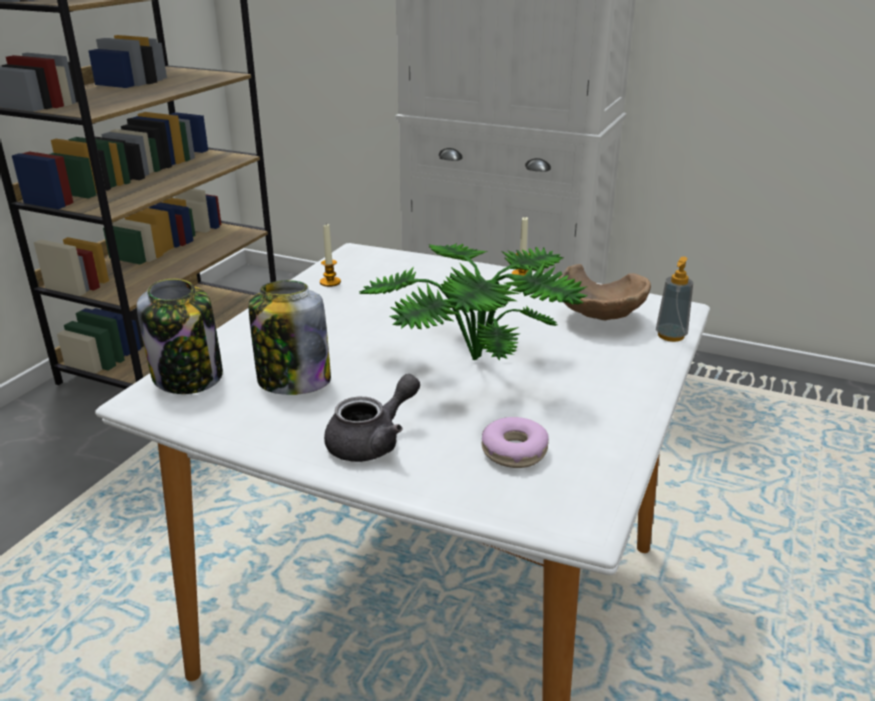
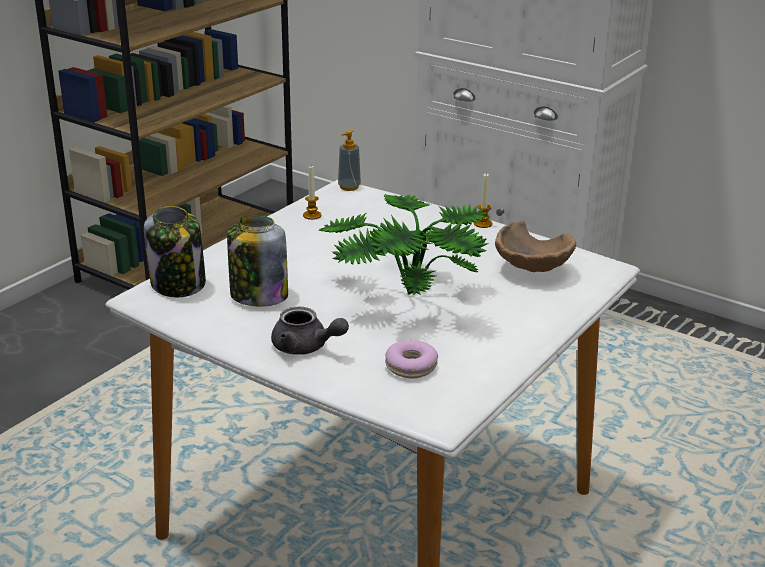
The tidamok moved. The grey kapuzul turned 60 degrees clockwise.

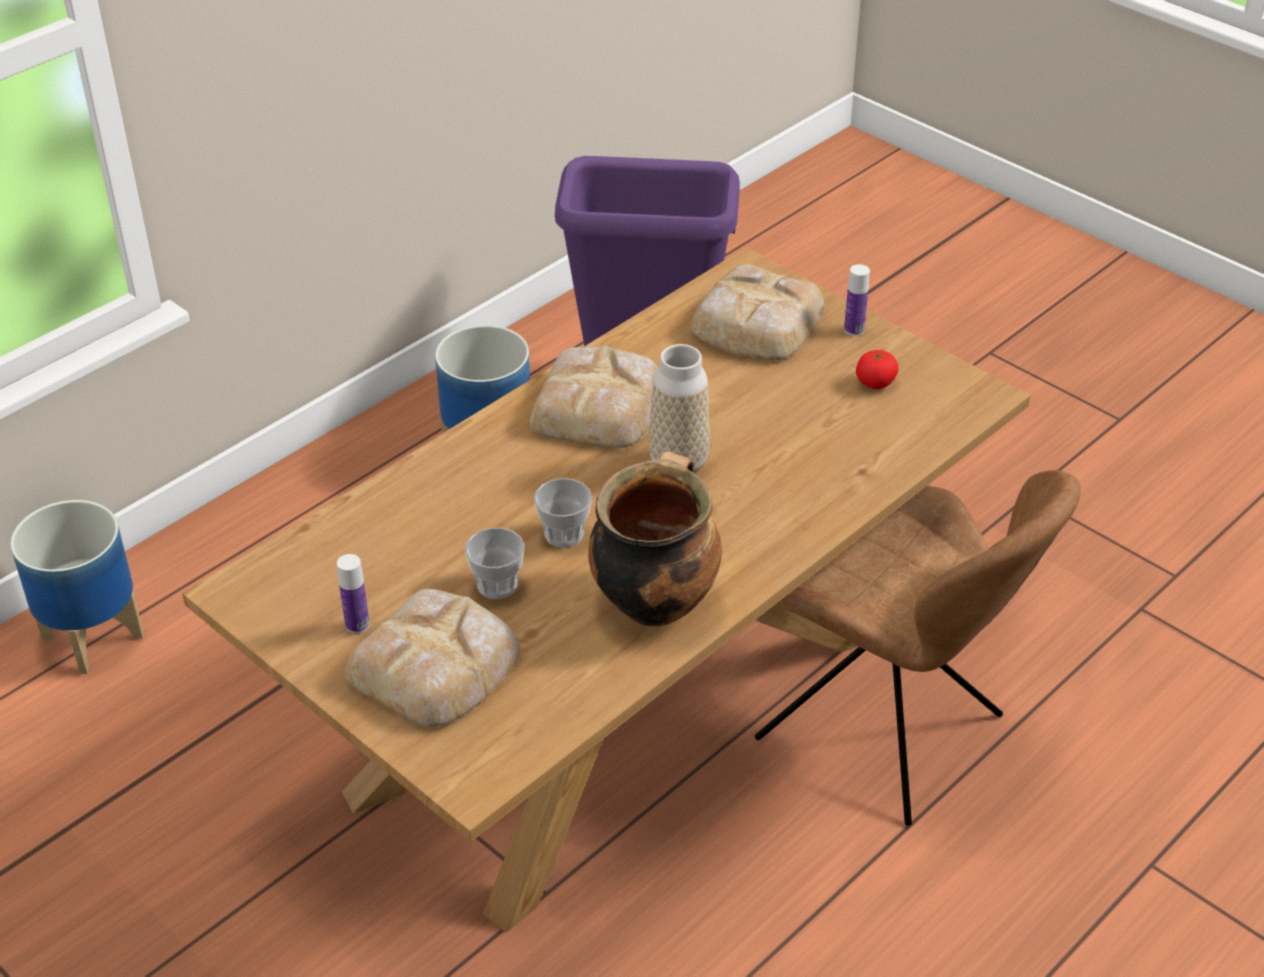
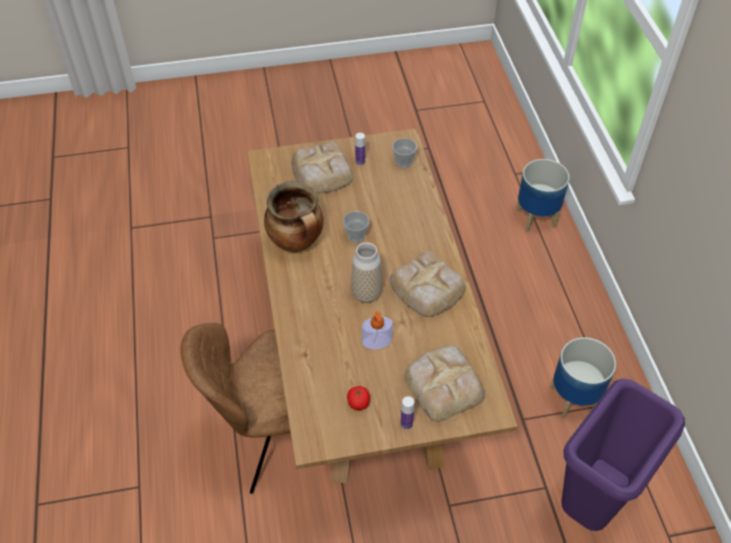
The tidamok appeared. The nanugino (1st from left in the first image) moved.

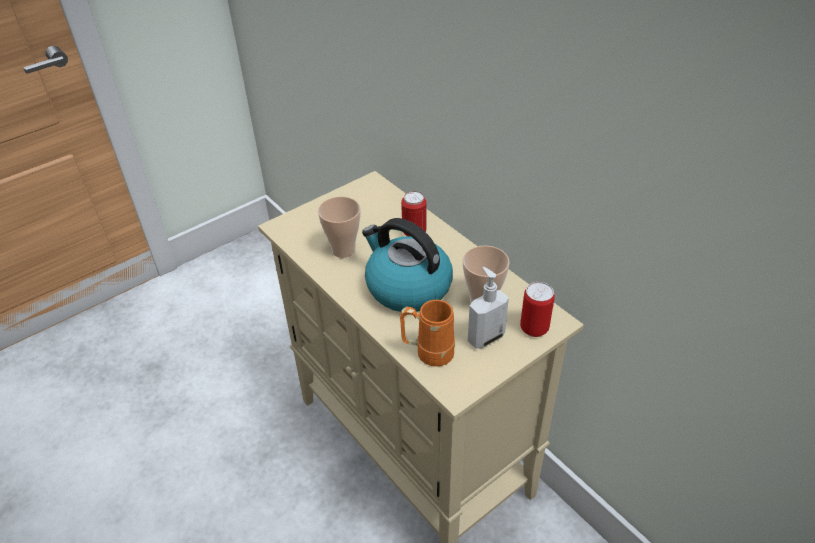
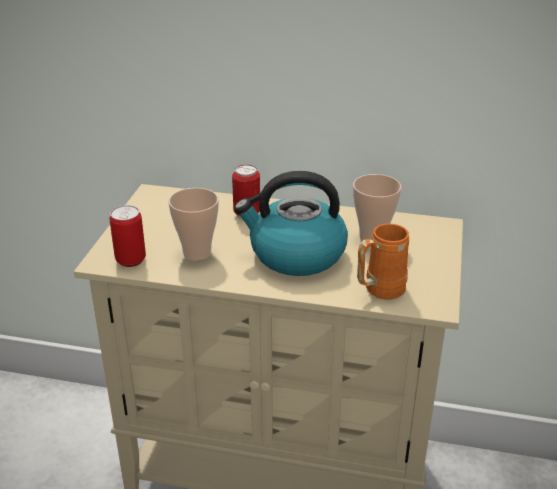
The tidamok disappeared. The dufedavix (2nd from left in the first image) moved.

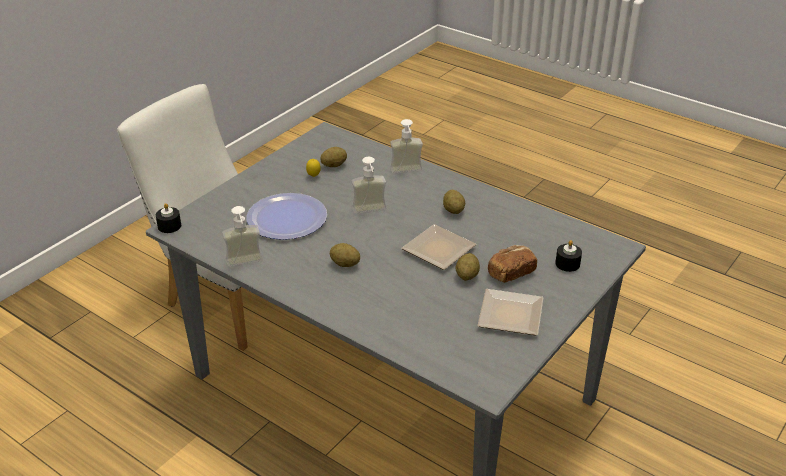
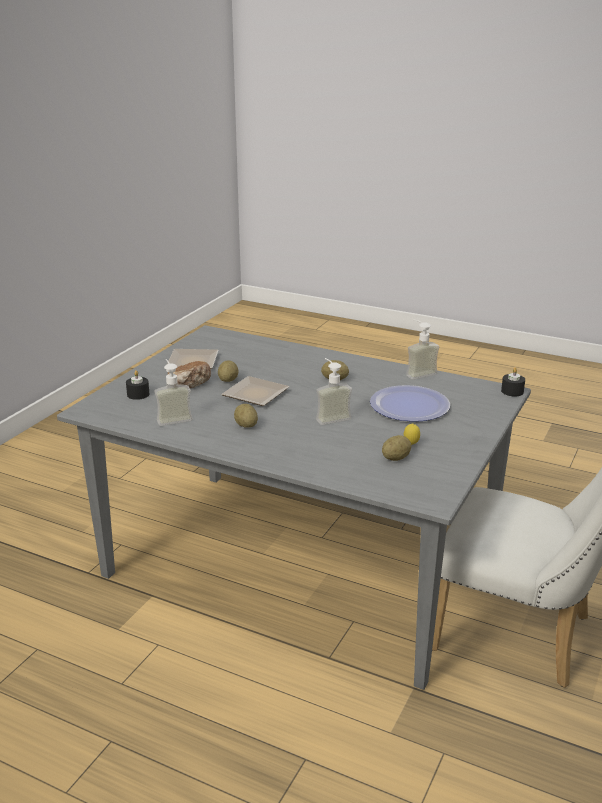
The tidamok (3rd from left in the first image) moved.

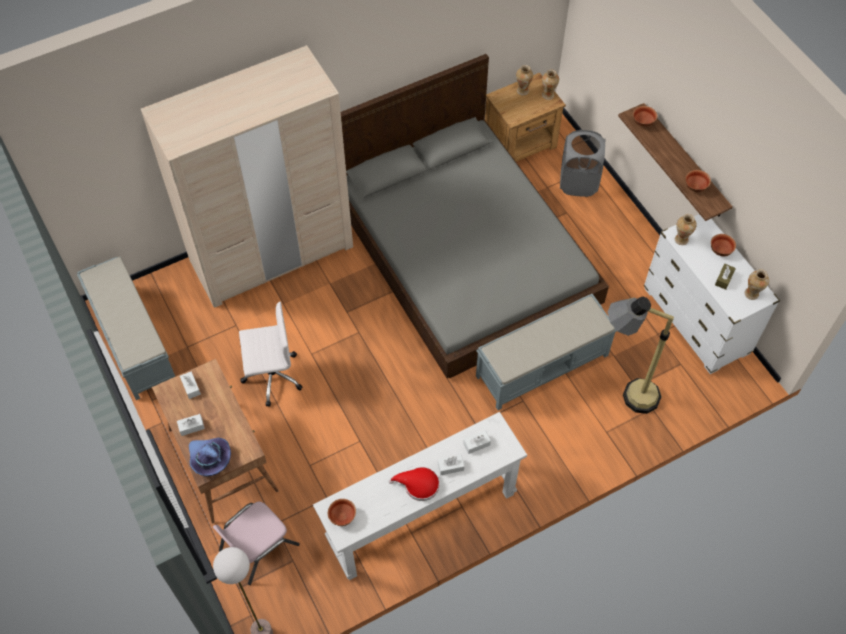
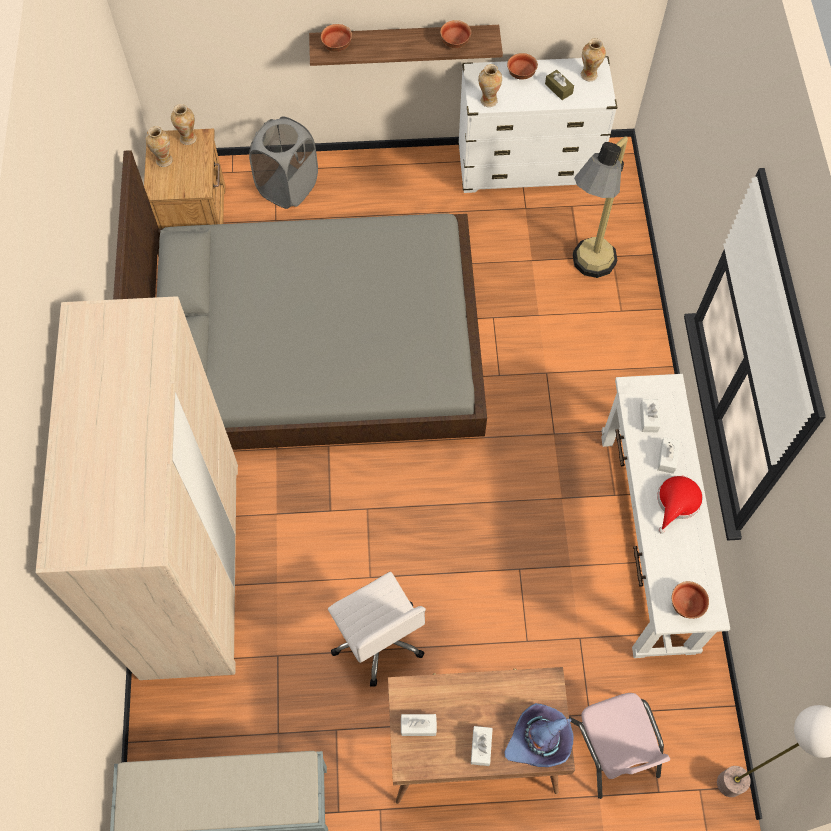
The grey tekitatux (2nd from left) disappeared. The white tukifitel turned 135 degrees clockwise.

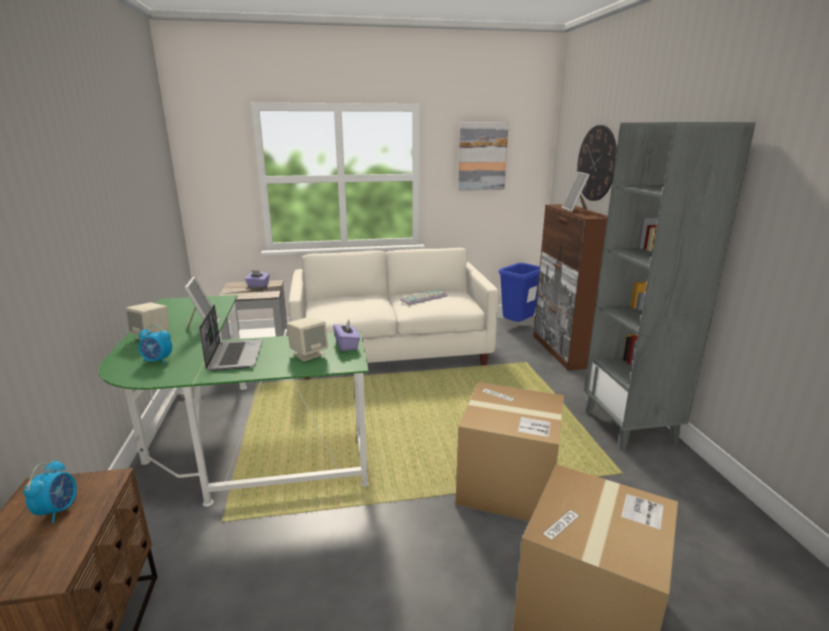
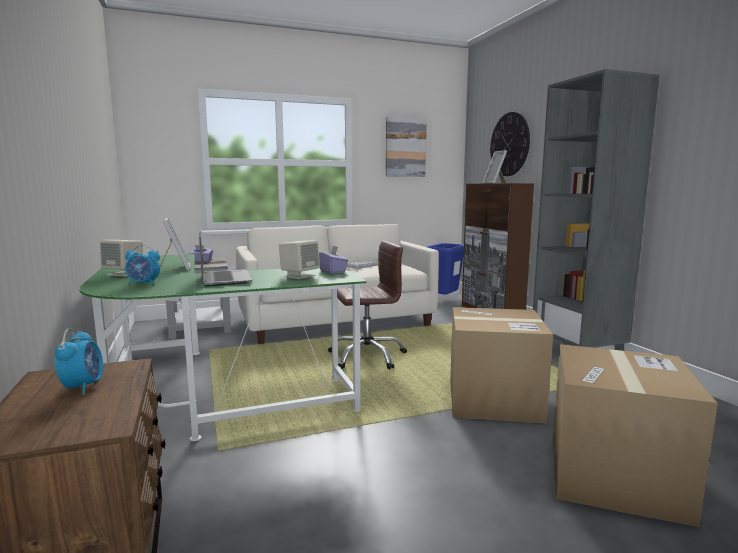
The brown tukifitel appeared.

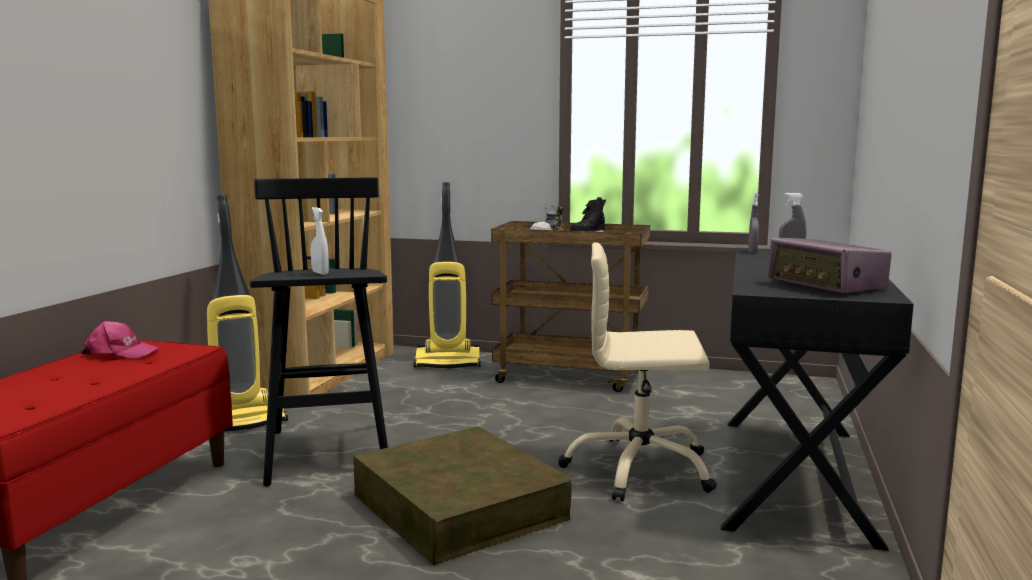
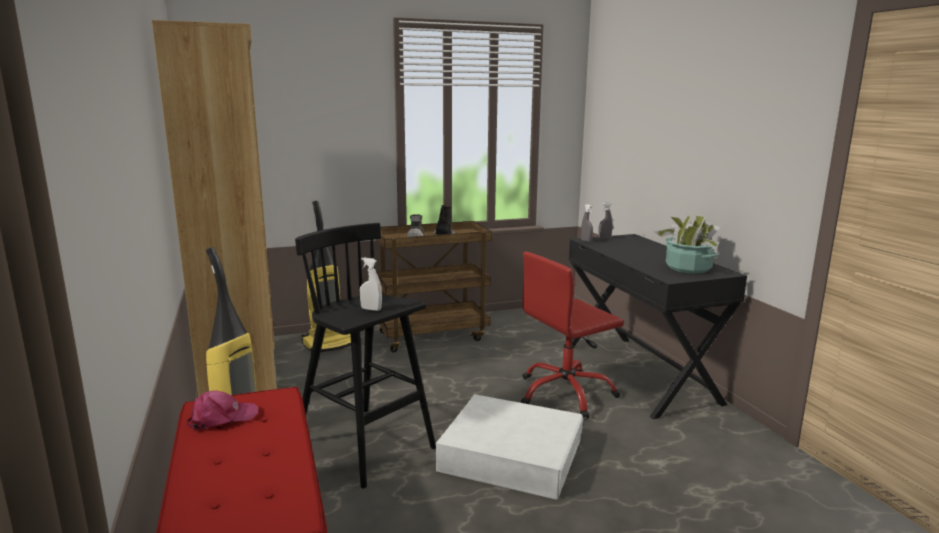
The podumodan was replaced by the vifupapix. The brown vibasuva became the white vibasuva. The beige tukifitel became the red tukifitel.

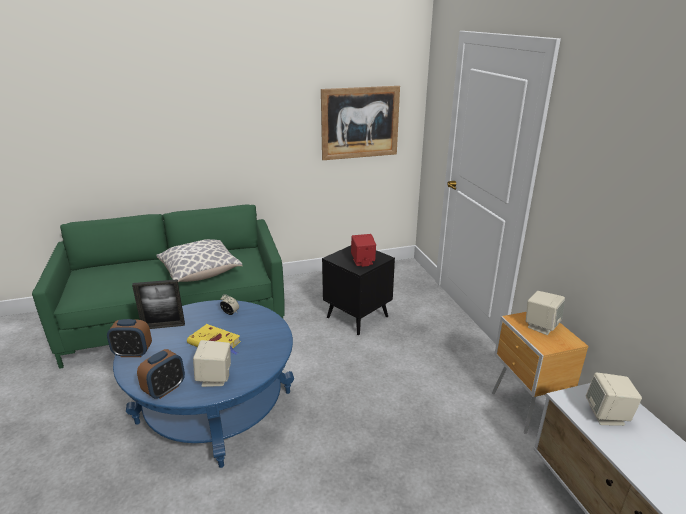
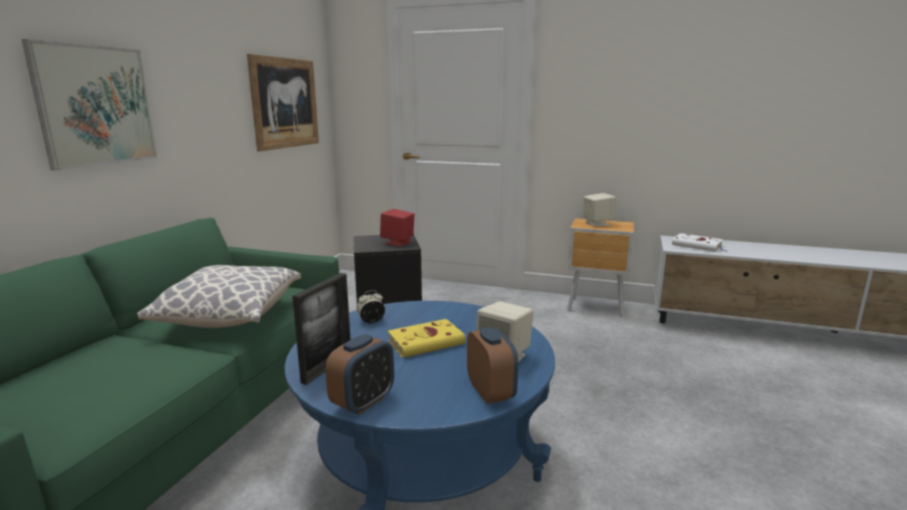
The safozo (1st from left) appeared. The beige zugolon (3rd from left) was replaced by the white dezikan.

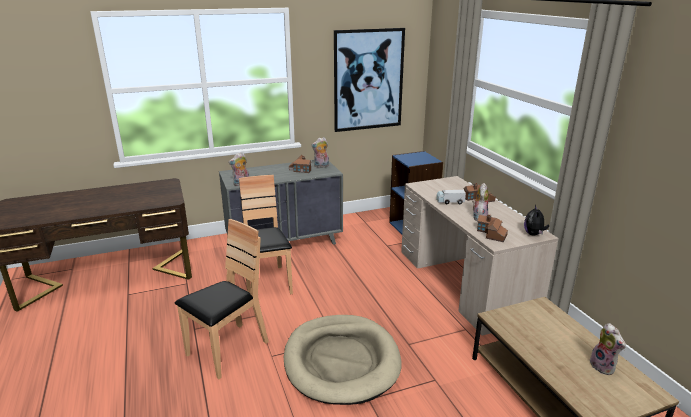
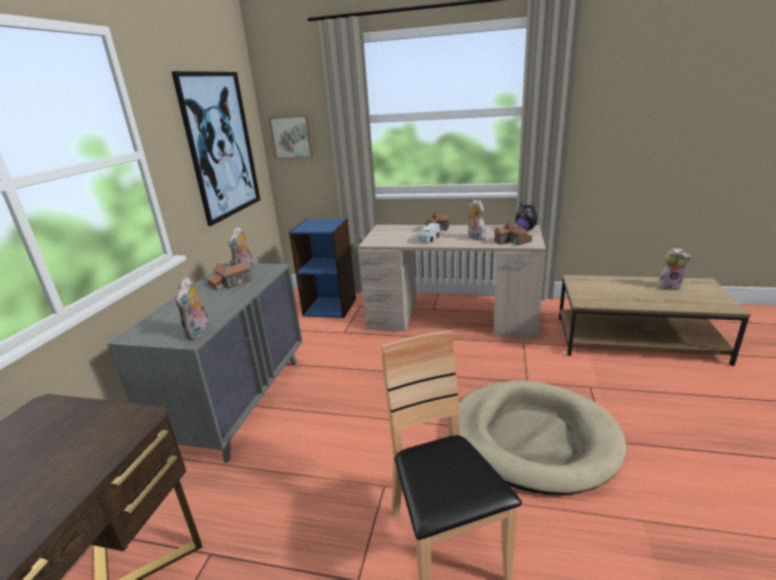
The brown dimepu (2nd from left) disappeared. The safozo (2nd from left) appeared.

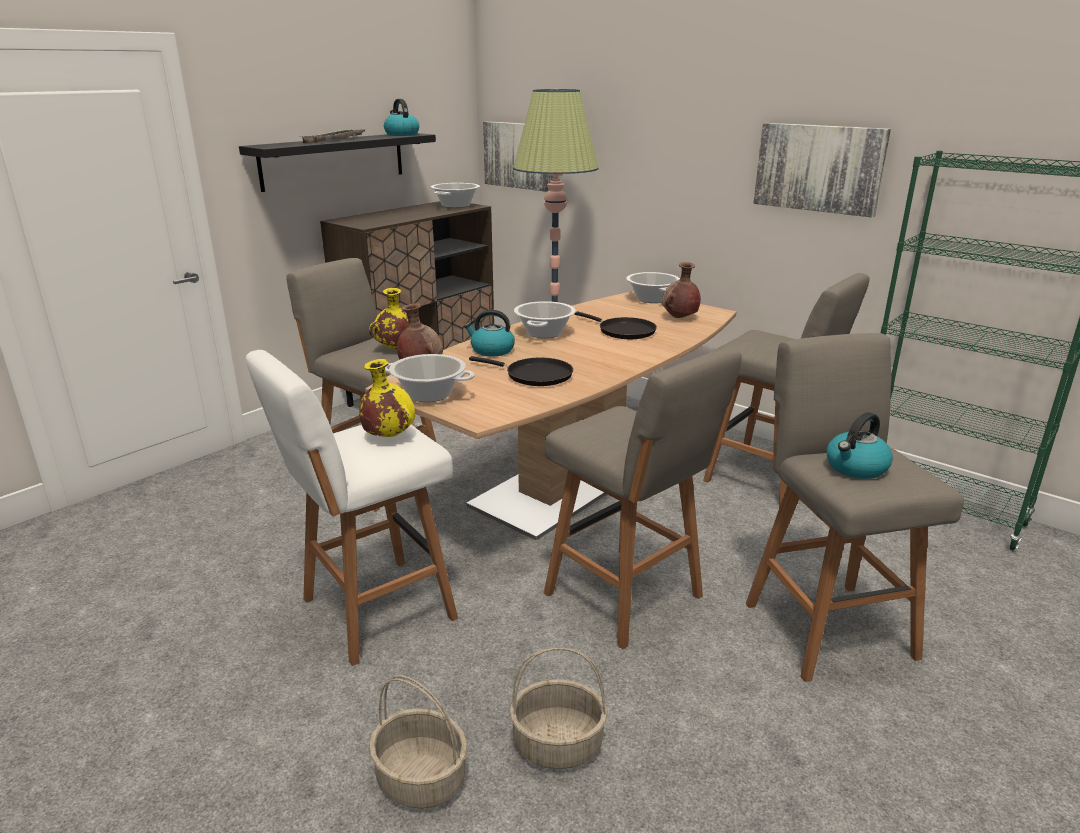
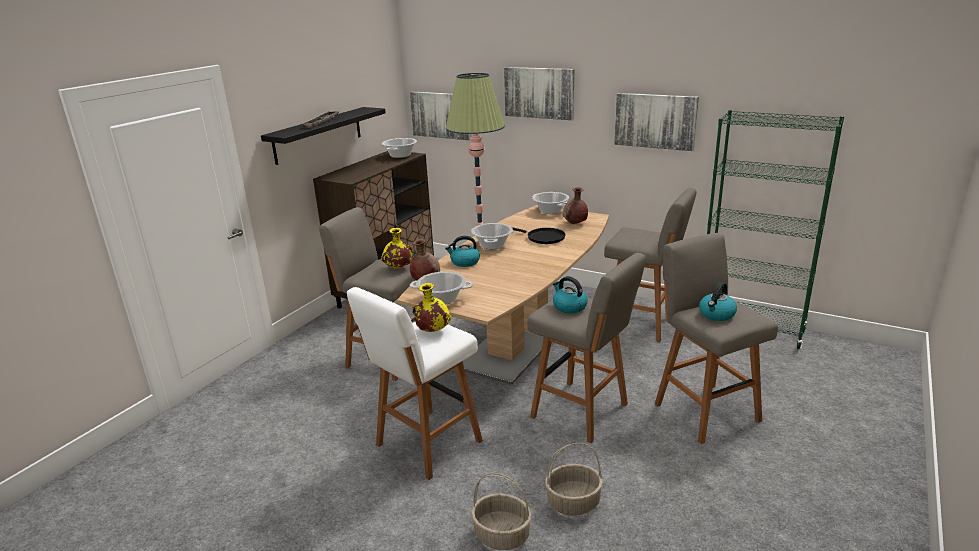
The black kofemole (1st from left) disappeared. The safozo (2nd from left) appeared. The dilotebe (1st from left in the first image) moved.

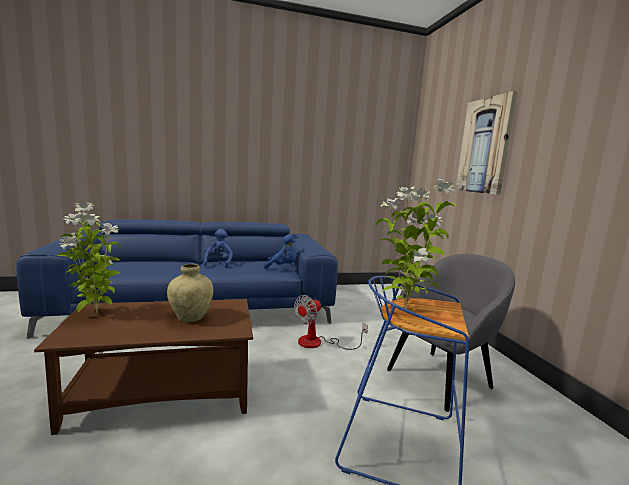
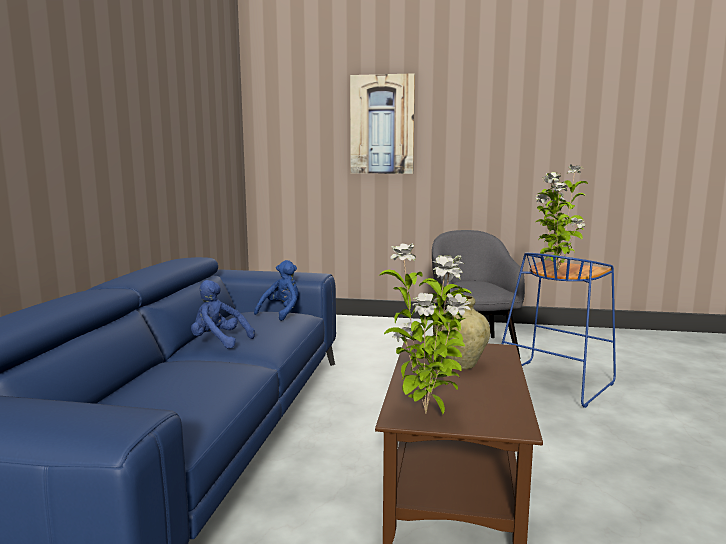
The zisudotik disappeared.

